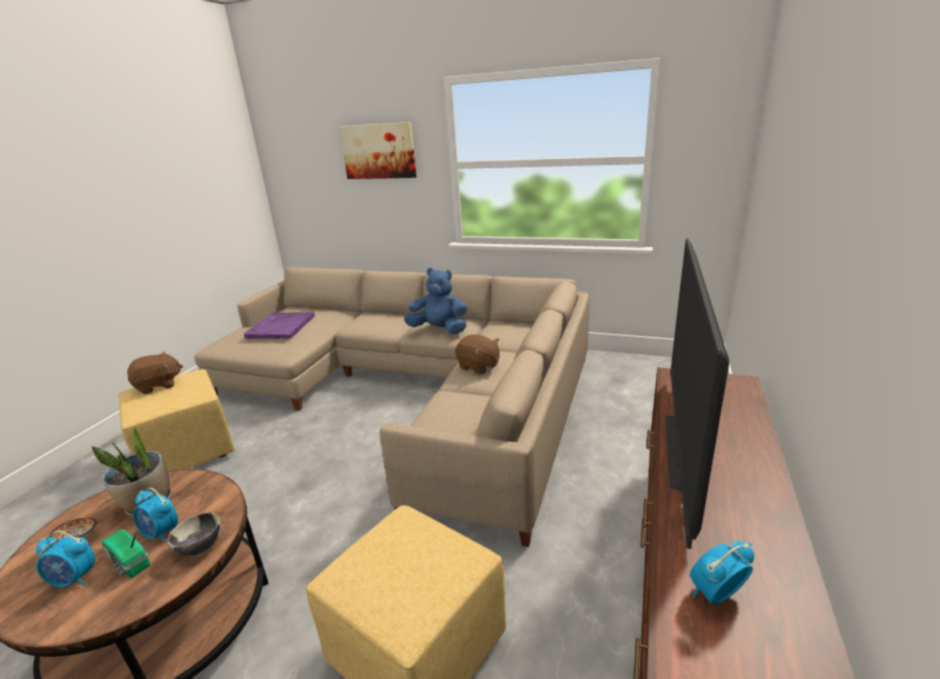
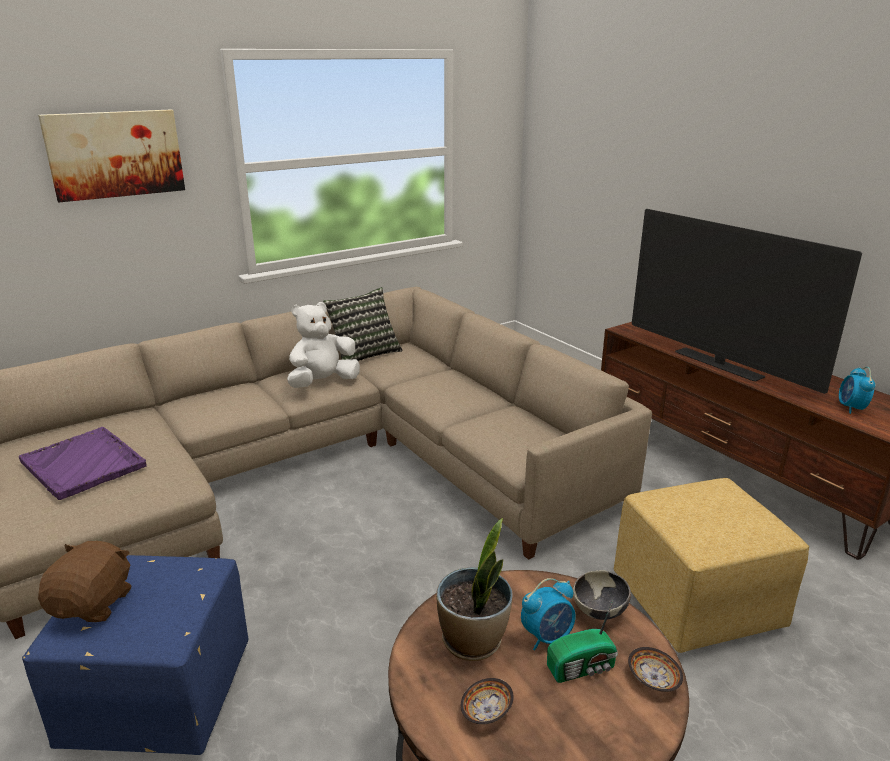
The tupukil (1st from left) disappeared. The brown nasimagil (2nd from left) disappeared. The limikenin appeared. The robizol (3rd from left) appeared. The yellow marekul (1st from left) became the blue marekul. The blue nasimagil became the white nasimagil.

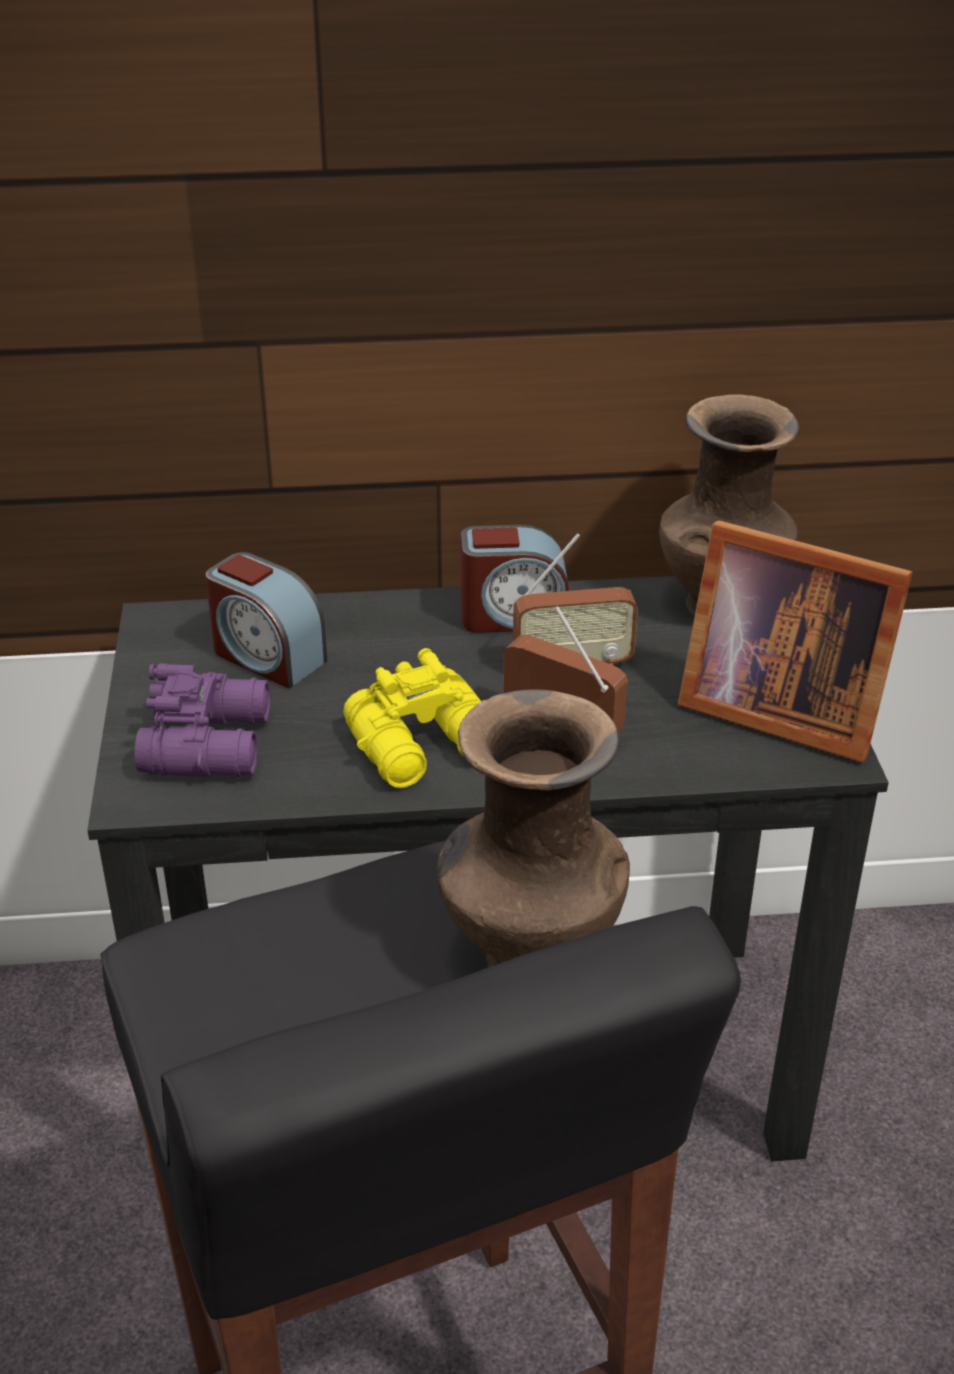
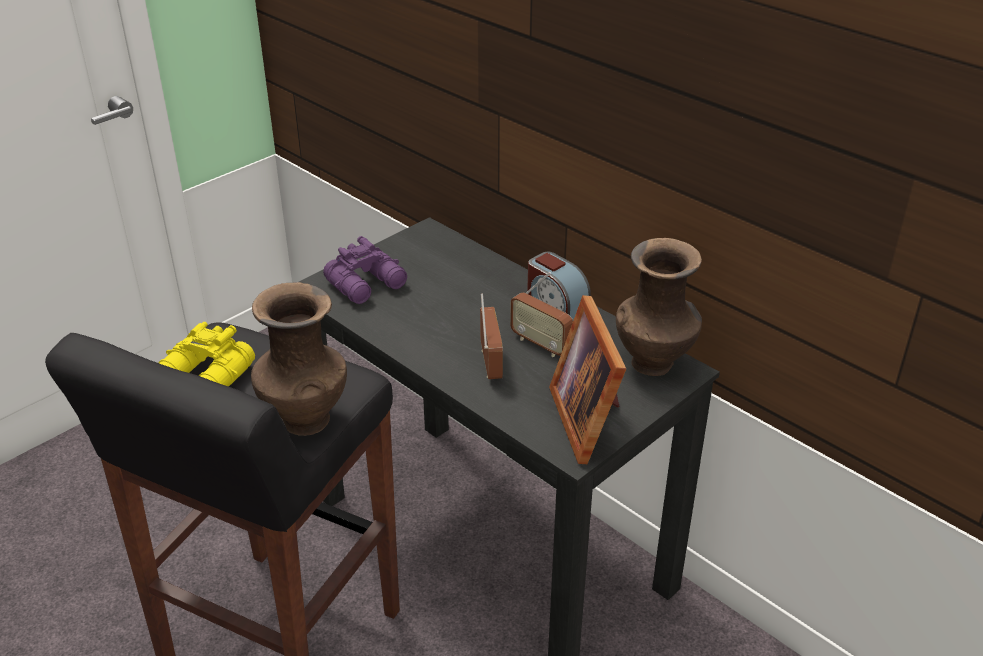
The tupukil (1st from left) disappeared. The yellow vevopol moved.

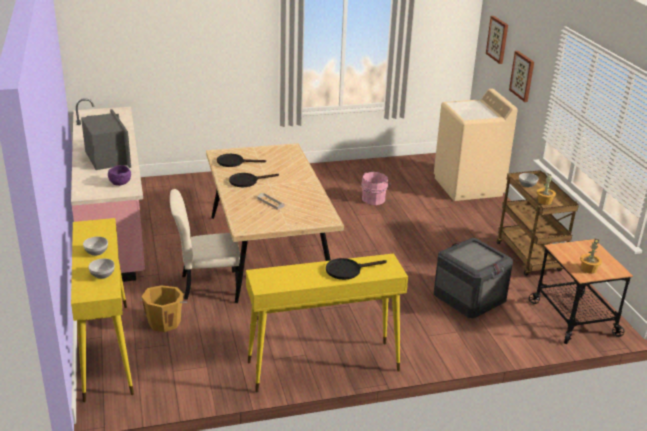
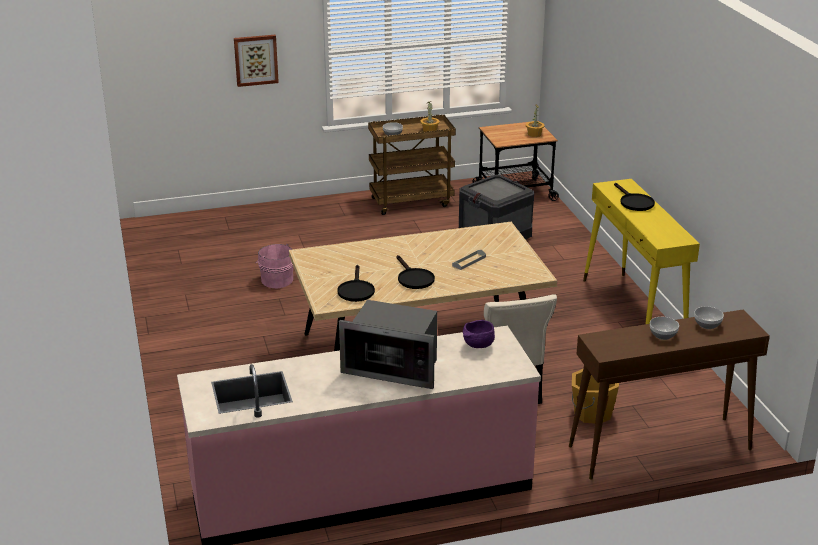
The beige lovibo disappeared. The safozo (1st from left) disappeared. The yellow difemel (1st from left) became the brown difemel. The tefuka turned 135 degrees counterclockwise.

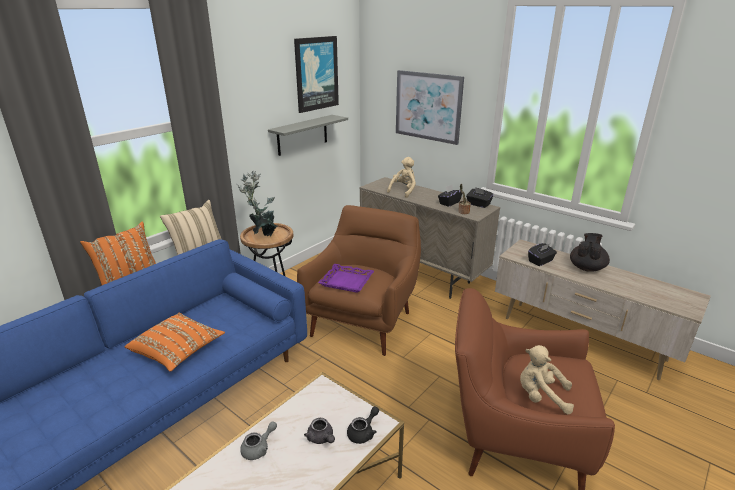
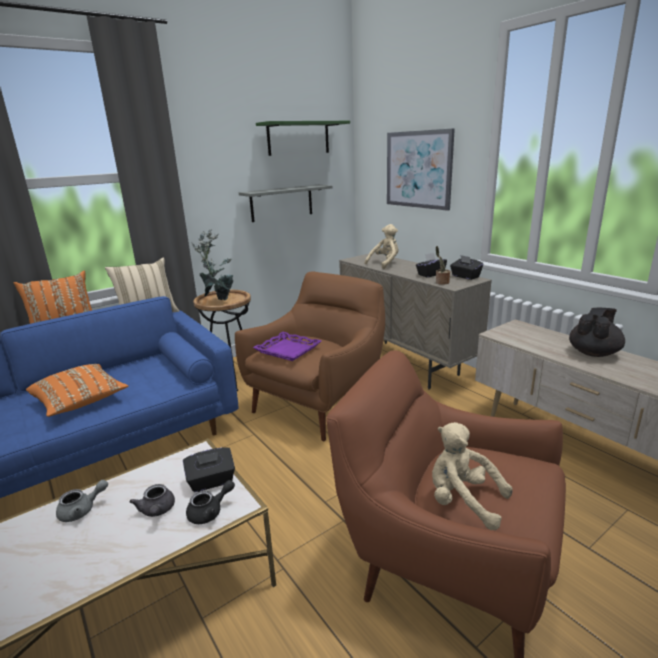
The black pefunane (3rd from left in the first image) moved. The safozo (1st from left) was replaced by the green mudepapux.

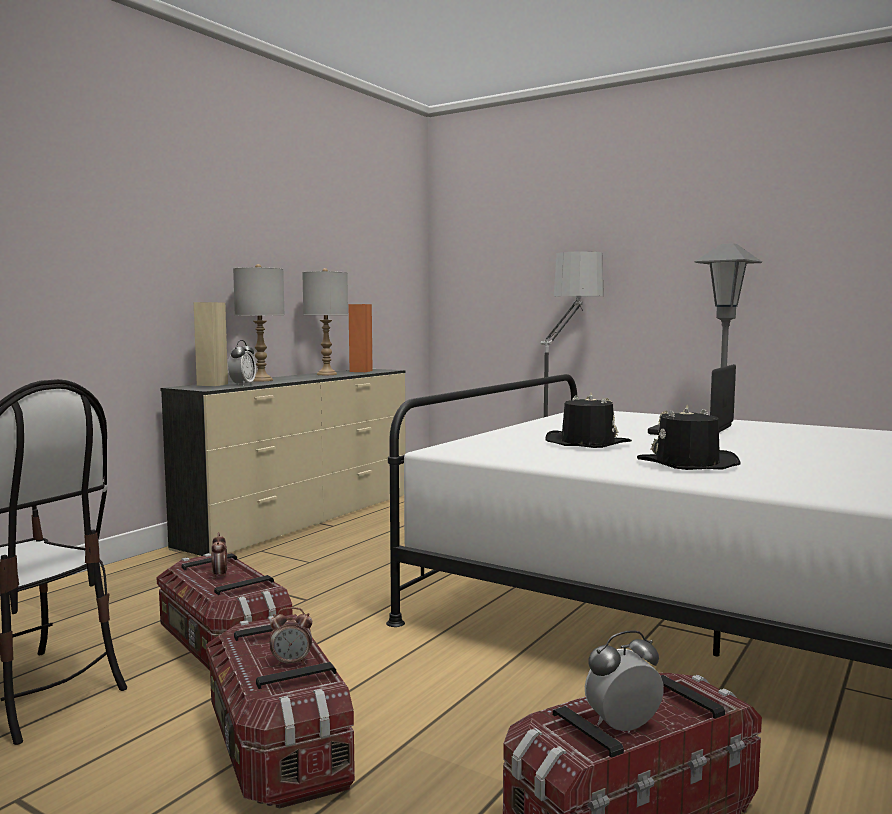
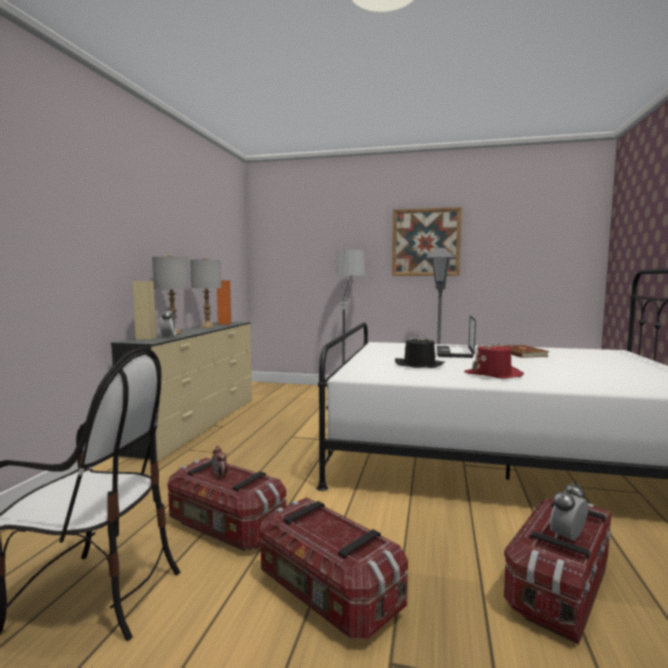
The tupukil (3rd from left) disappeared. The safozo appeared. The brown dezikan appeared. The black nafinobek (2nd from left) became the red nafinobek.

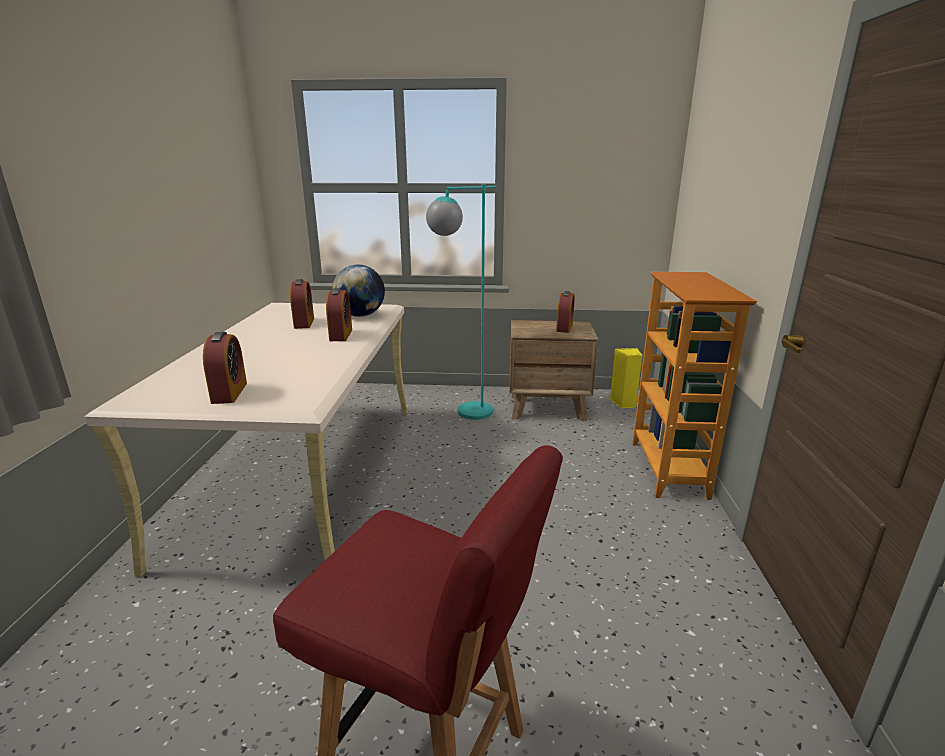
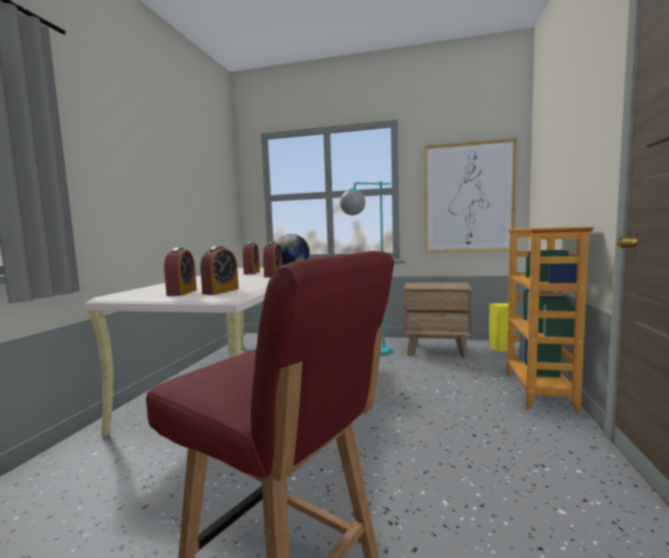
The safozo appeared. The tupukil (4th from left in the first image) moved.

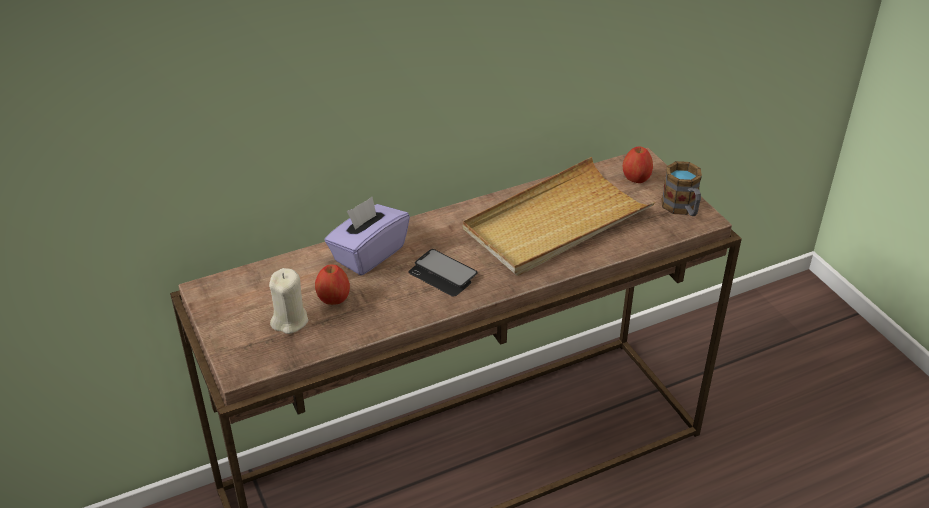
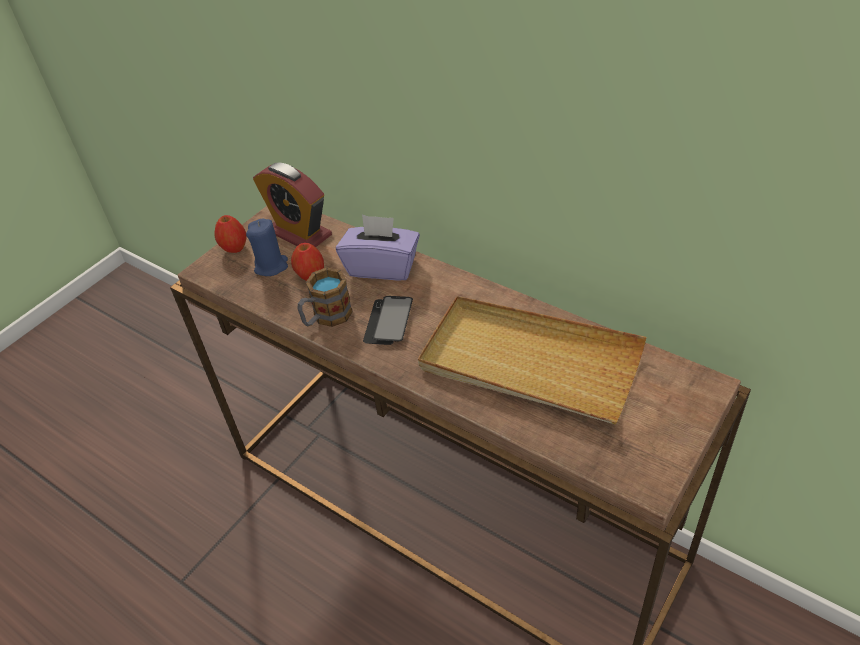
The tupukil appeared. The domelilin (2nd from left in the first image) moved. The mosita moved. The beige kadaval became the blue kadaval.

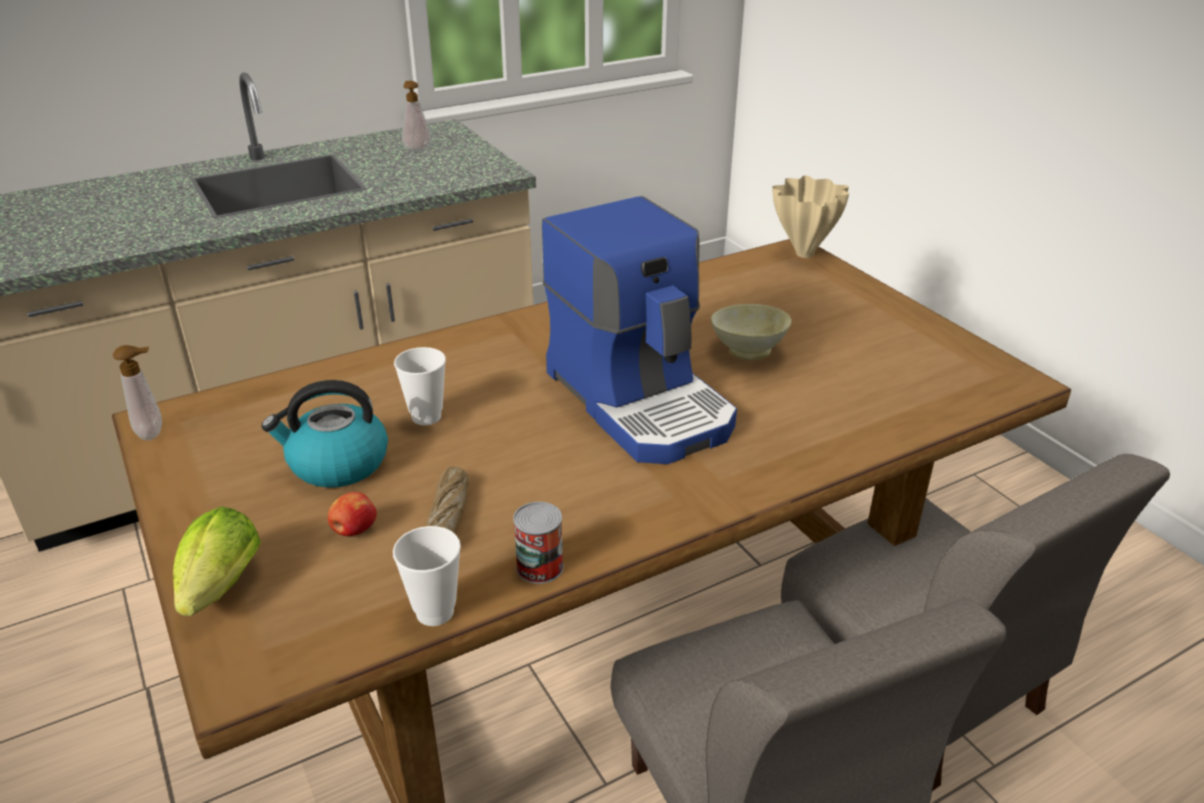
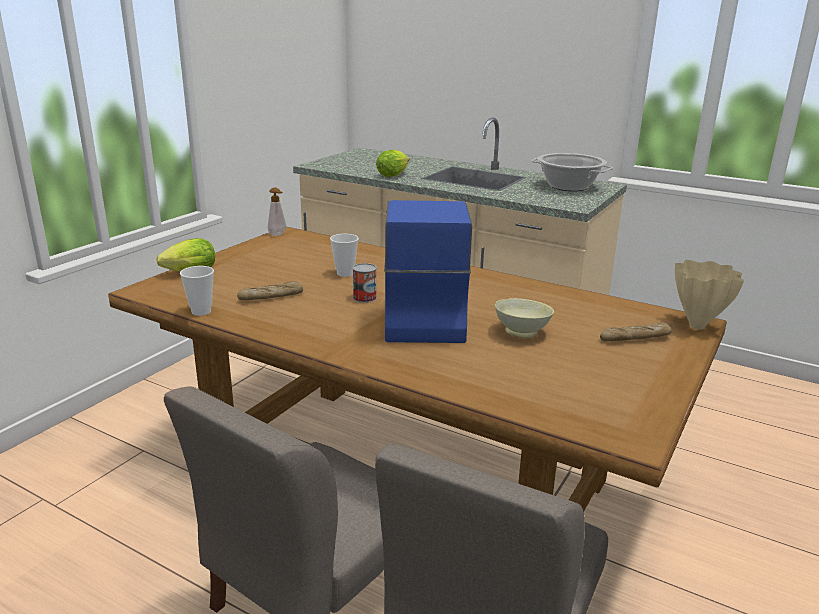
The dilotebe disappeared. The domelilin disappeared. The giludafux (2nd from left) appeared. The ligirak (2nd from left) appeared. The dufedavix moved. The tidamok (2nd from left) was replaced by the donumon. The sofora turned 150 degrees clockwise.

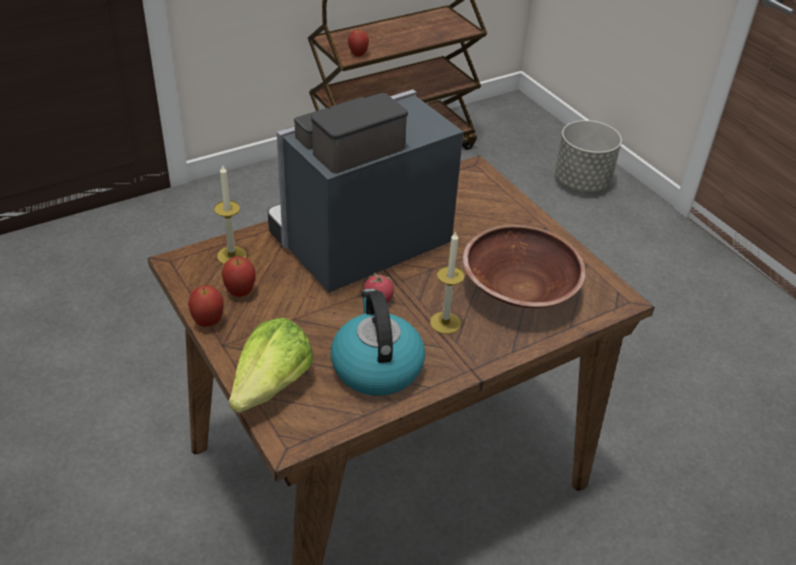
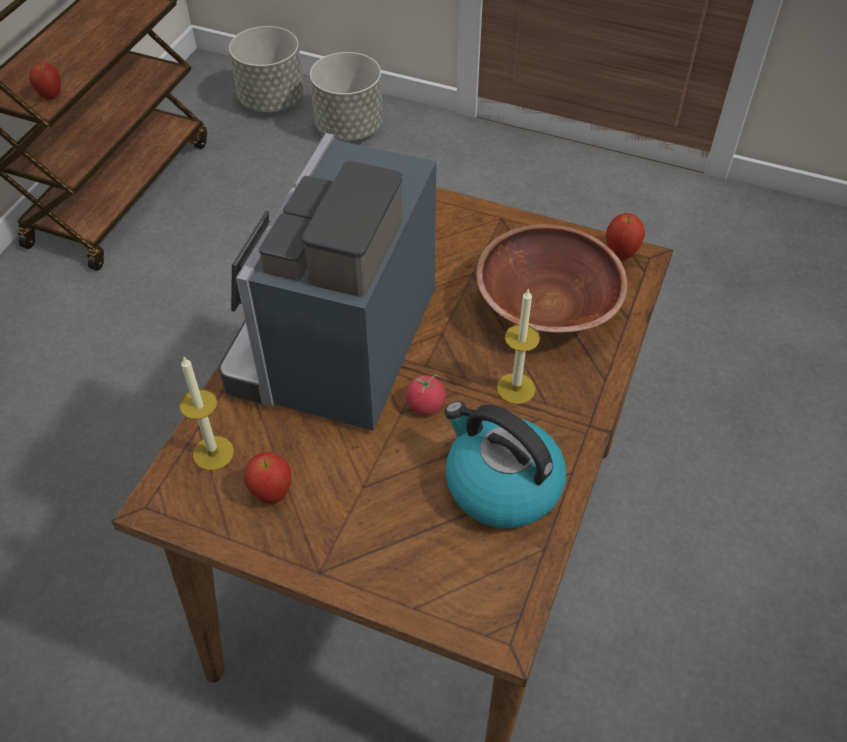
The giludafux disappeared. The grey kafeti (1st from left) appeared. The domelilin (1st from left in the first image) moved.

